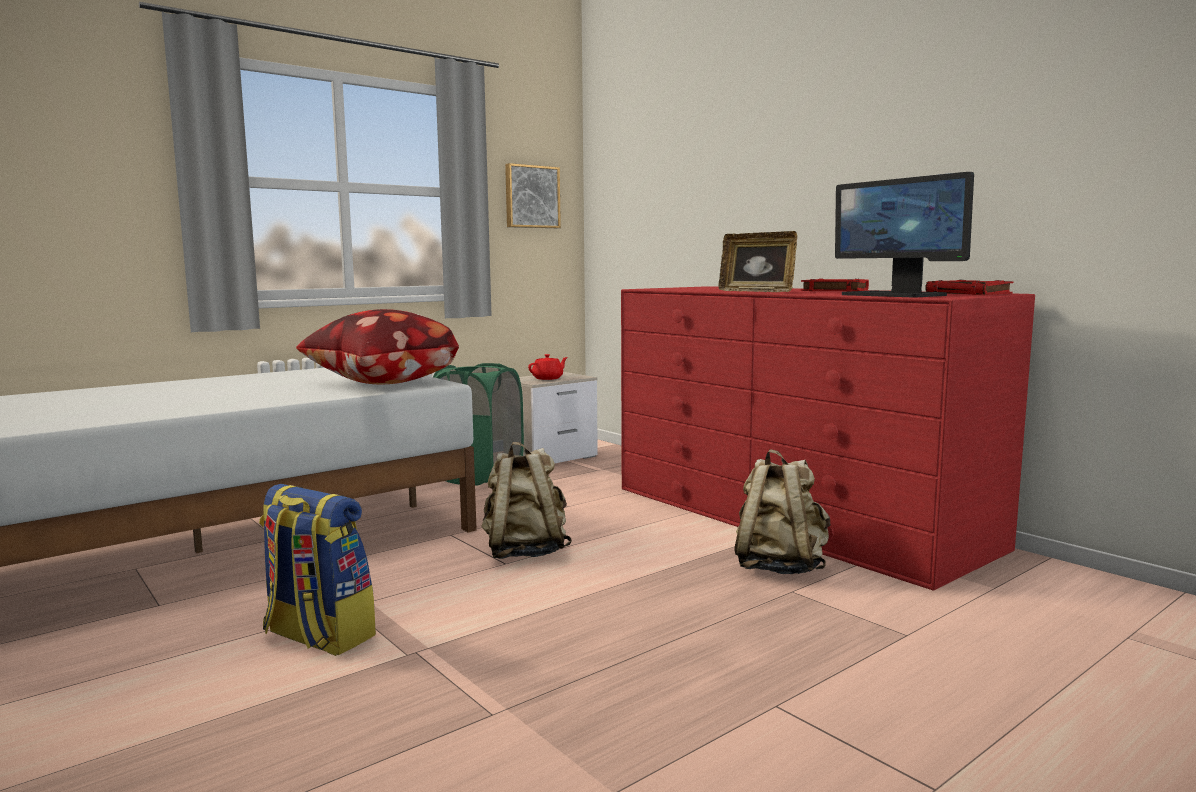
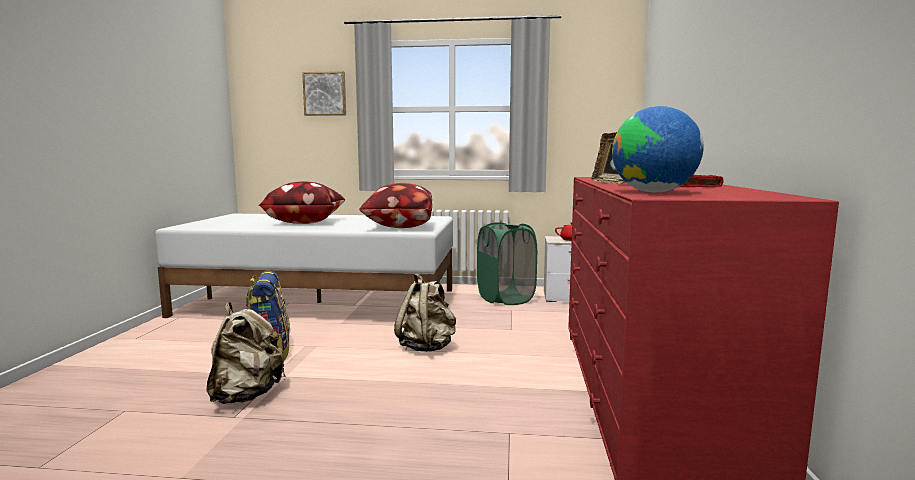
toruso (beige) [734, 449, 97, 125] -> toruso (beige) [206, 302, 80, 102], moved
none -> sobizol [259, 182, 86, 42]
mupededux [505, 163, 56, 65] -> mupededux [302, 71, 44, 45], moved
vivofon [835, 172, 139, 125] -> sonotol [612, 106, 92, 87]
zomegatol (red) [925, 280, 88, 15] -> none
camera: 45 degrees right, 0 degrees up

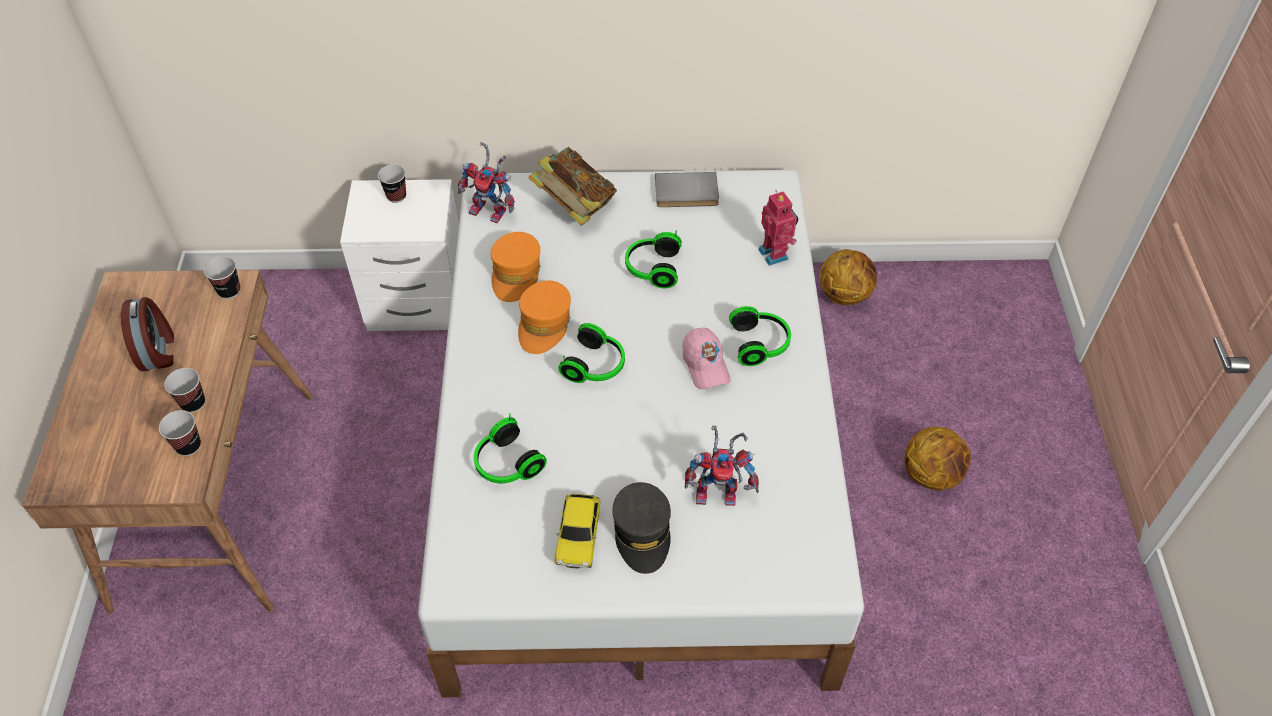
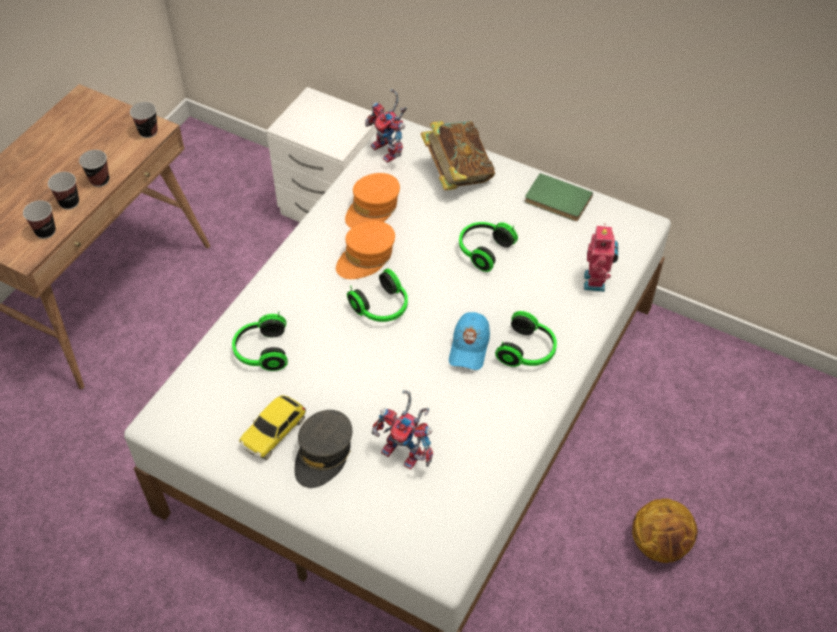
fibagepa [378, 165, 28, 38] -> fibagepa [79, 150, 30, 37], moved
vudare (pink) [683, 328, 48, 62] -> vudare (blue) [449, 312, 41, 58]
zomegatol (grey) [655, 172, 64, 35] -> zomegatol (green) [525, 173, 68, 48]
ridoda [121, 297, 53, 74] -> none
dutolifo [820, 249, 57, 56] -> none
camera: 30 degrees right, 0 degrees up

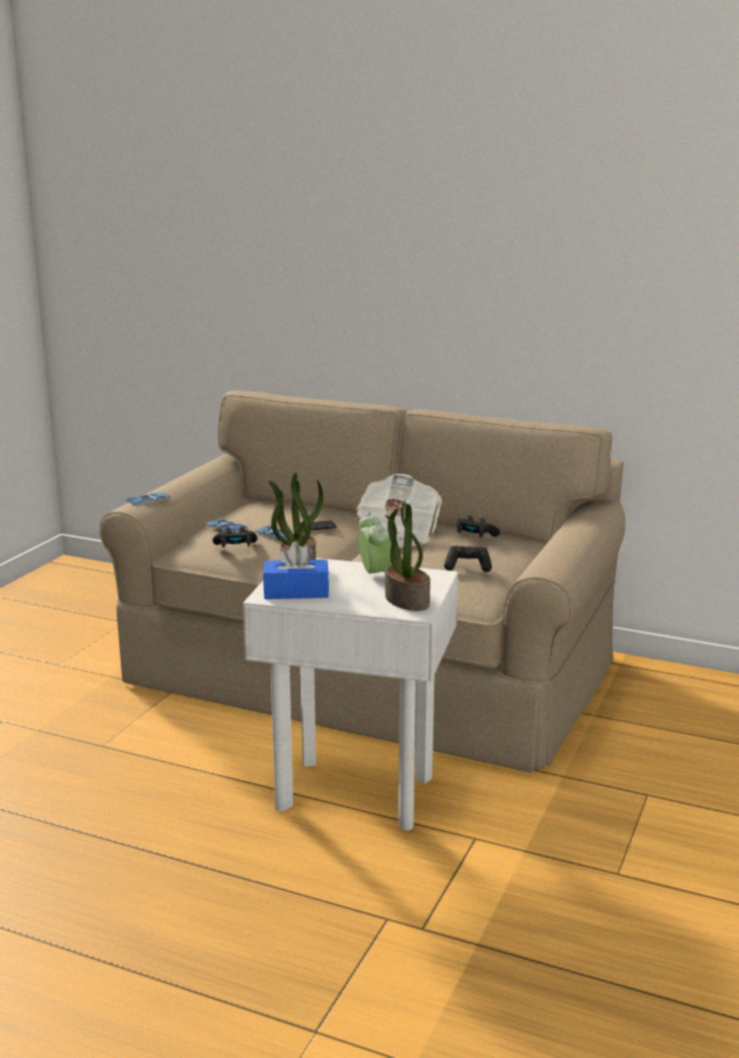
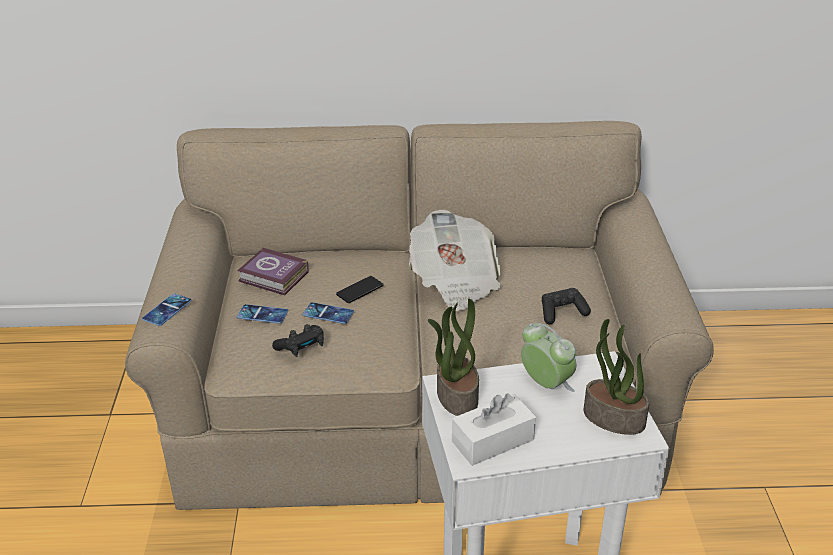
none -> zomegatol [237, 248, 72, 47]
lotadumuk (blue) [263, 542, 66, 57] -> lotadumuk (white) [452, 393, 84, 73]
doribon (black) [457, 515, 43, 23] -> none
camera: 25 degrees left, 15 degrees up

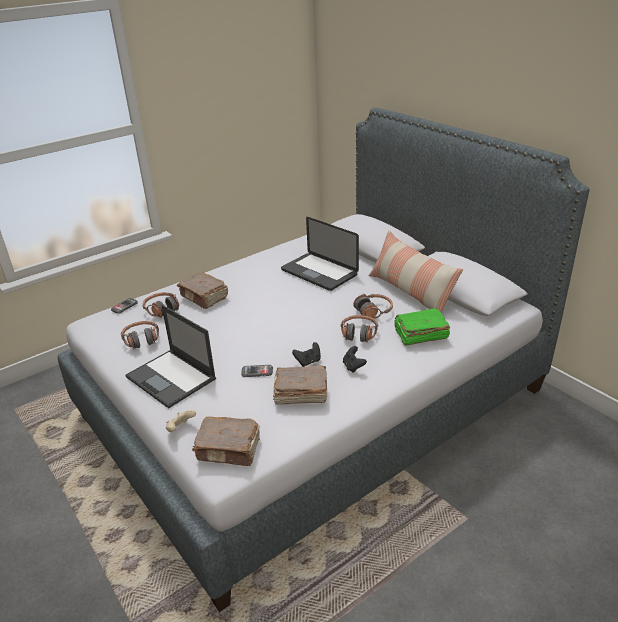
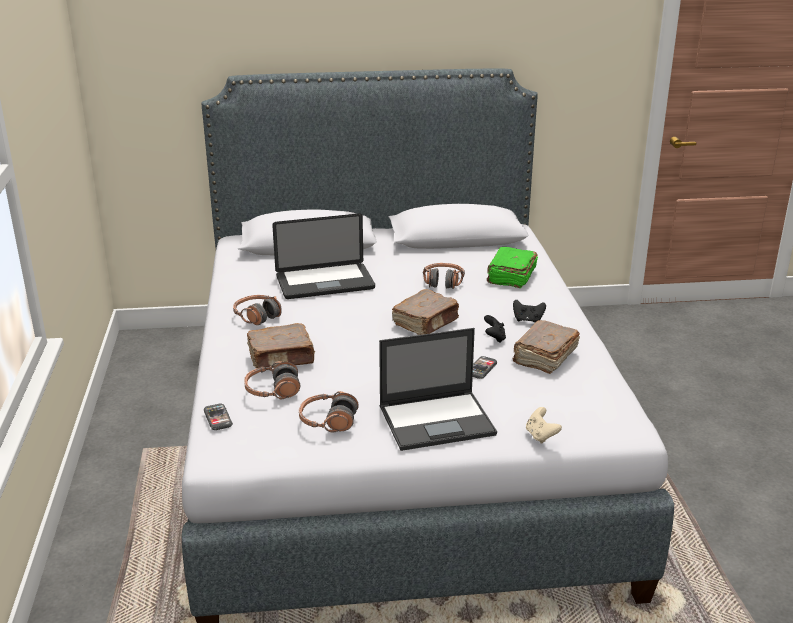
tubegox [341, 315, 37, 28] -> tubegox [233, 295, 49, 30], moved
zomegatol (brown) [192, 417, 68, 49] -> zomegatol (brown) [392, 289, 67, 46], moved
sobizol [369, 231, 94, 82] -> none
camera: 60 degrees left, 5 degrees down

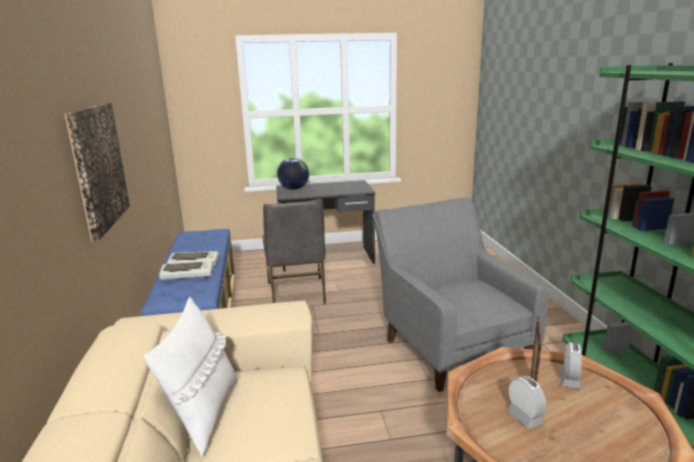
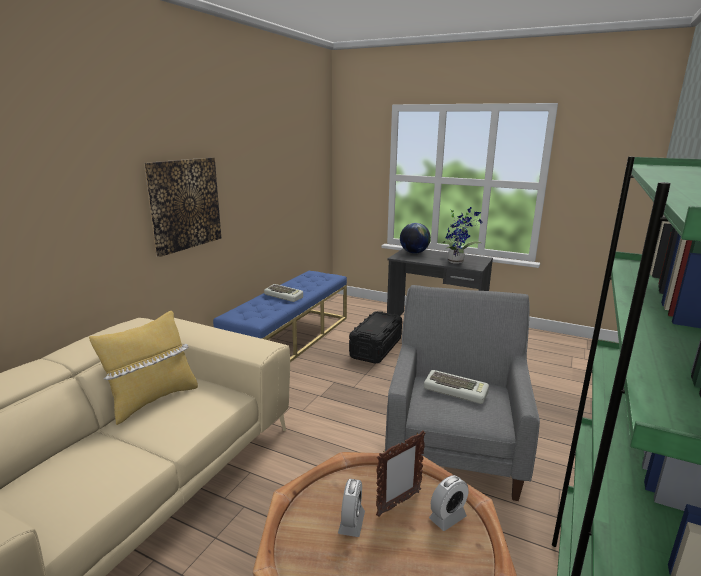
sobizol (white) [144, 297, 94, 160] -> sobizol (yellow) [89, 311, 109, 114]
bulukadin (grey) [263, 199, 63, 105] -> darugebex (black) [349, 311, 53, 52]
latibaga [159, 261, 55, 19] -> latibaga [424, 370, 65, 34], moved
none -> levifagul [442, 207, 40, 57]
camera: 35 degrees right, 0 degrees up

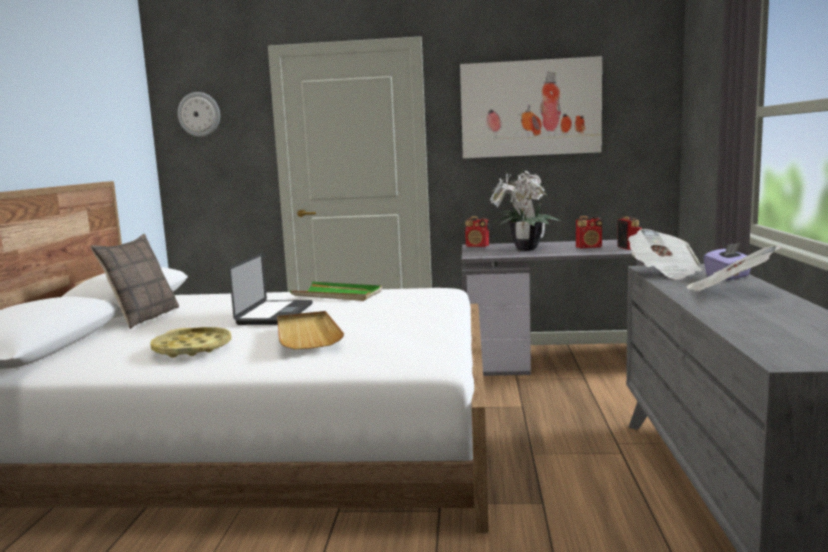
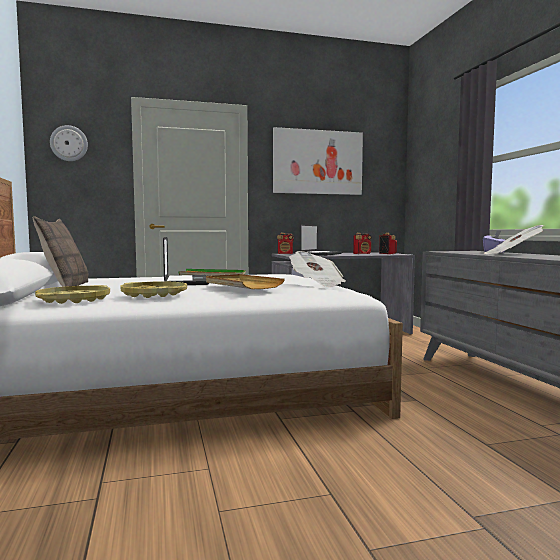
none -> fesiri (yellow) [35, 285, 75, 19]
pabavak [628, 229, 74, 51] -> pabavak [289, 251, 57, 36], moved
levifagul [490, 171, 70, 80] -> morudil [300, 224, 42, 32]
camera: 20 degrees left, 5 degrees down

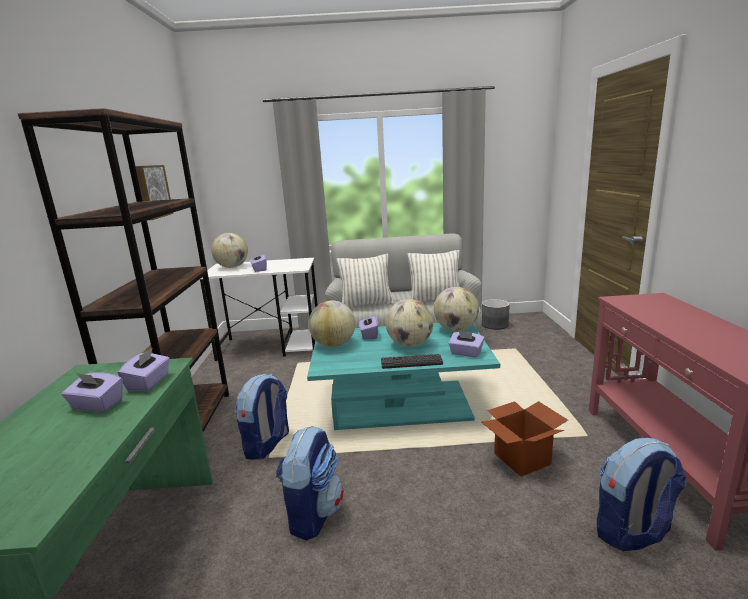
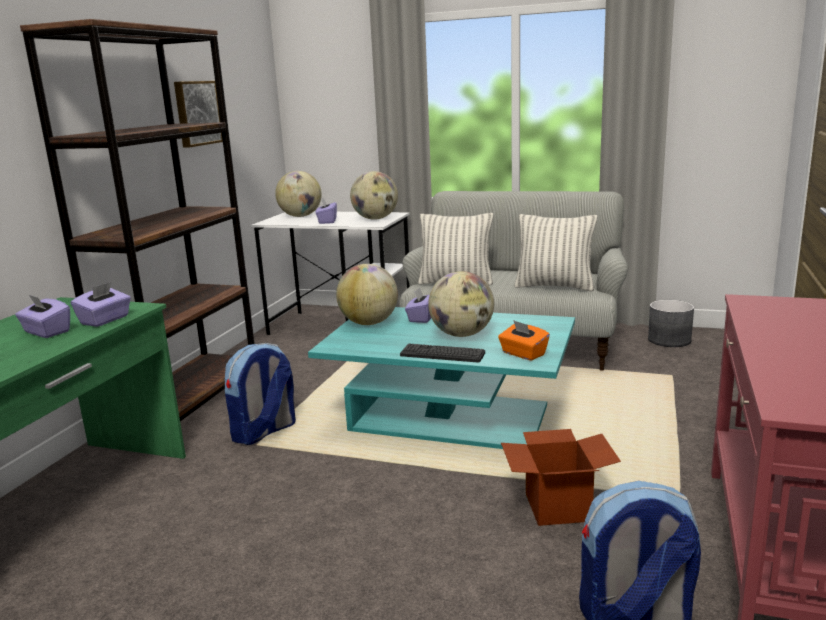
sonotol [434, 287, 45, 44] -> sonotol [350, 171, 48, 49], moved
lotadumuk (purple) [448, 331, 37, 27] -> lotadumuk (orange) [498, 320, 52, 41]
toruso [276, 426, 68, 115] -> none
camera: 20 degrees right, 0 degrees up

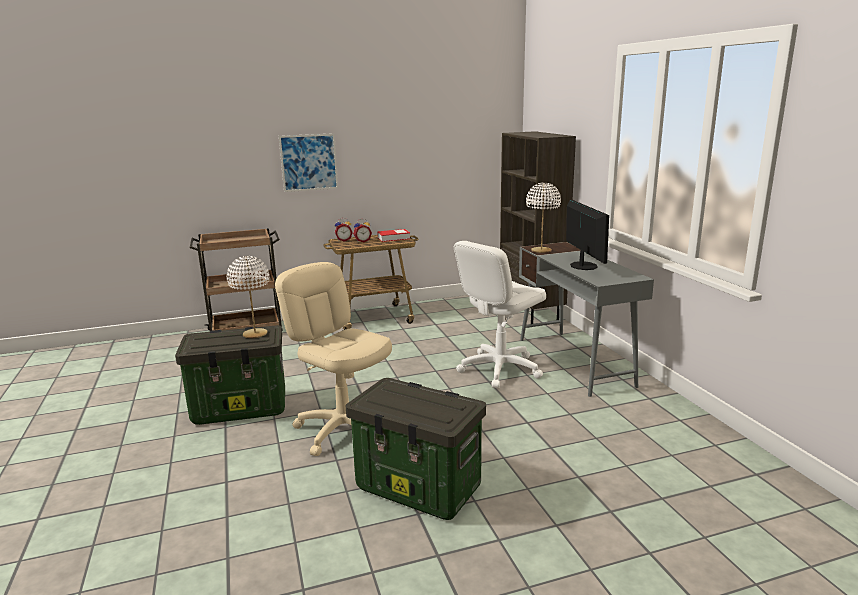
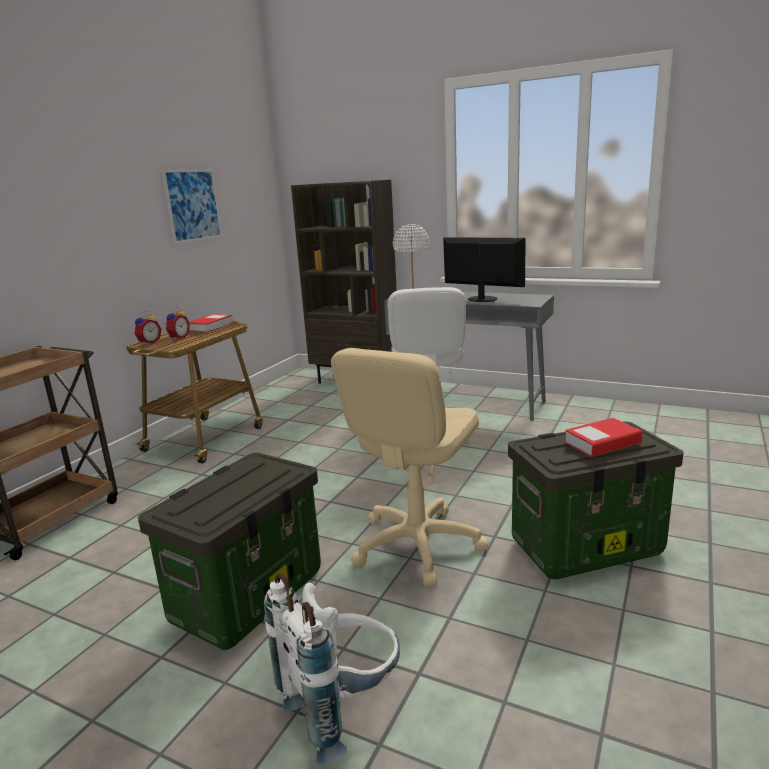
mupededux [279, 133, 59, 59] -> mupededux [162, 169, 60, 75], moved
none -> toruso (white) [264, 573, 136, 192]
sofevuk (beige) [275, 262, 117, 194] -> sofevuk (beige) [331, 348, 158, 239], 60 degrees counterclockwise
none -> zomegatol [565, 418, 77, 39]
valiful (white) [227, 256, 42, 82] -> none
camera: 45 degrees left, 0 degrees up

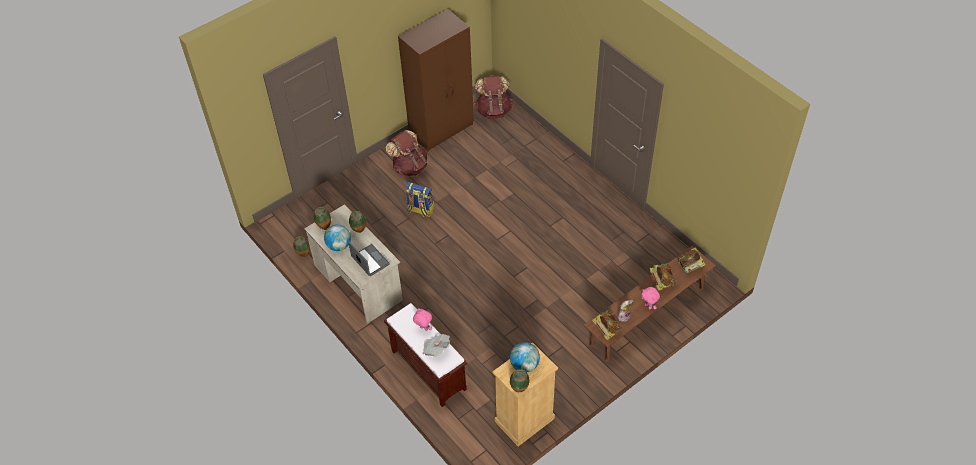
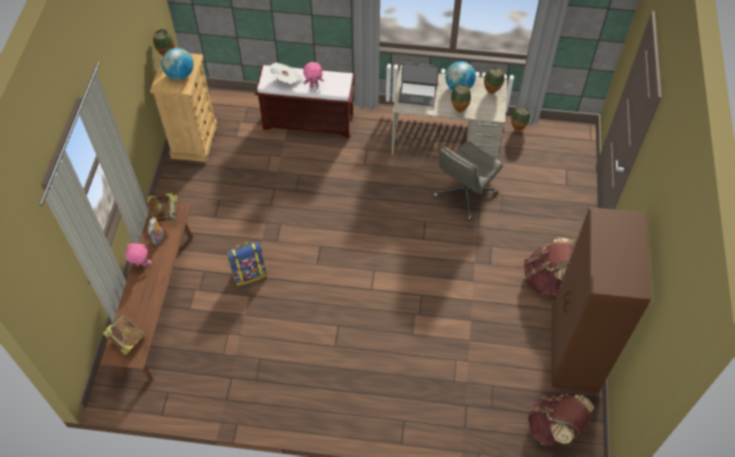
toruso [406, 182, 28, 35] -> toruso [227, 242, 40, 44], moved
none -> sofevuk (grey) [433, 141, 70, 79]
zomegatol [649, 263, 28, 28] -> none
camera: 135 degrees right, 5 degrees up

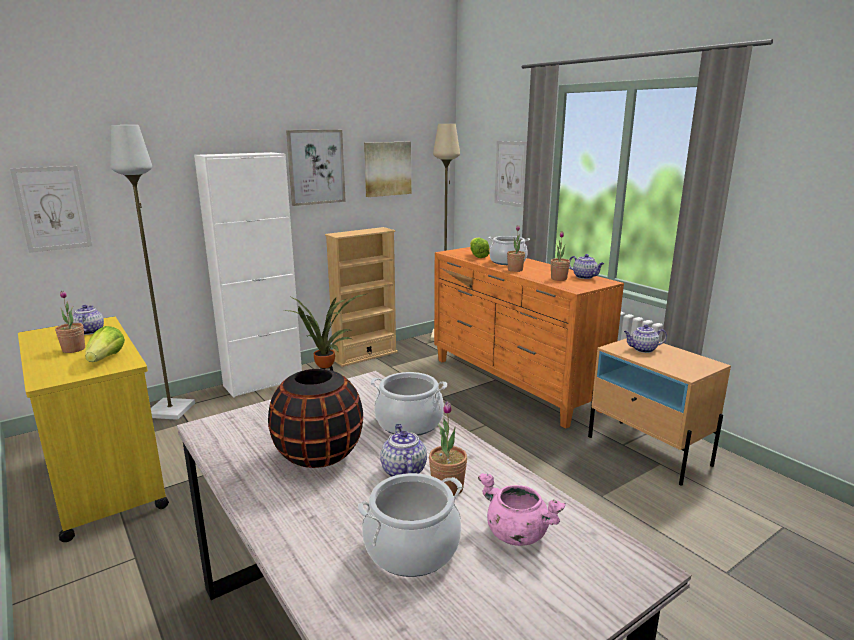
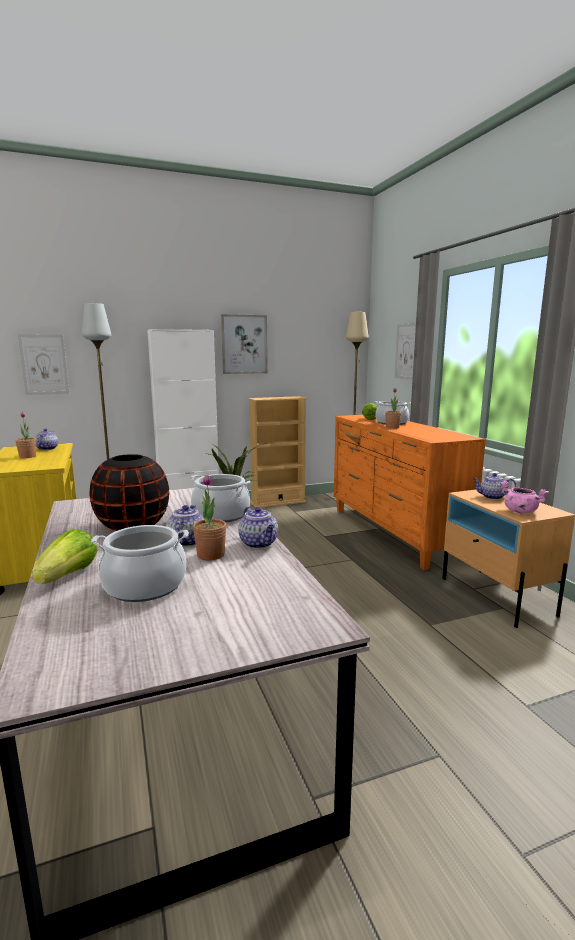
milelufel [85, 326, 40, 36] -> milelufel [32, 529, 66, 55], moved
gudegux [569, 254, 35, 25] -> gudegux [238, 507, 40, 42], moved
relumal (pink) [478, 473, 88, 73] -> relumal (pink) [500, 481, 49, 32], moved
mupededux [364, 142, 47, 55] -> none
levifagul [551, 231, 19, 50] -> none
camera: 15 degrees right, 5 degrees down

